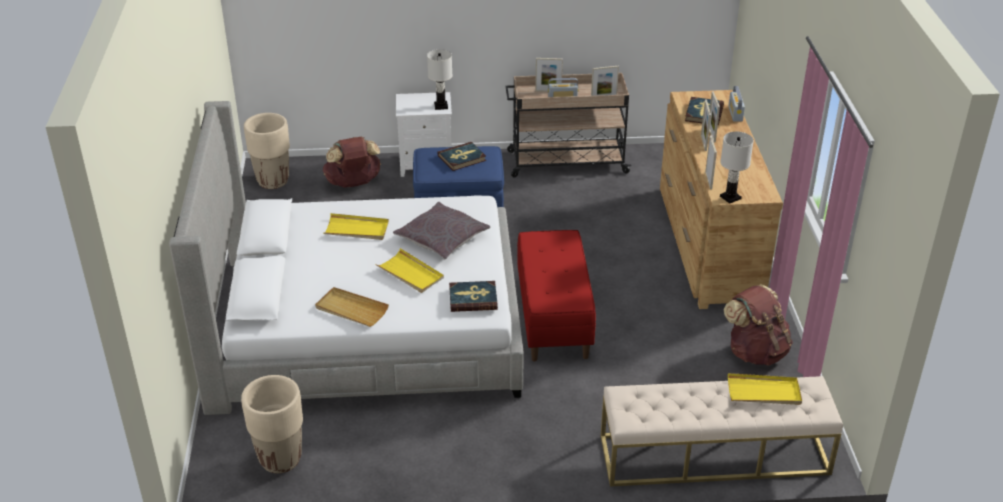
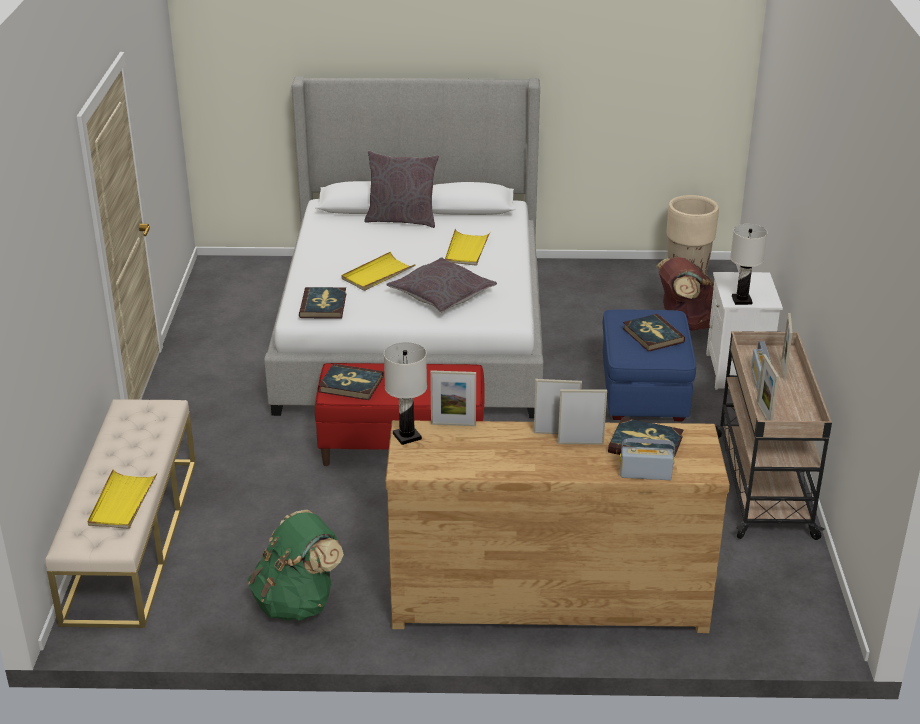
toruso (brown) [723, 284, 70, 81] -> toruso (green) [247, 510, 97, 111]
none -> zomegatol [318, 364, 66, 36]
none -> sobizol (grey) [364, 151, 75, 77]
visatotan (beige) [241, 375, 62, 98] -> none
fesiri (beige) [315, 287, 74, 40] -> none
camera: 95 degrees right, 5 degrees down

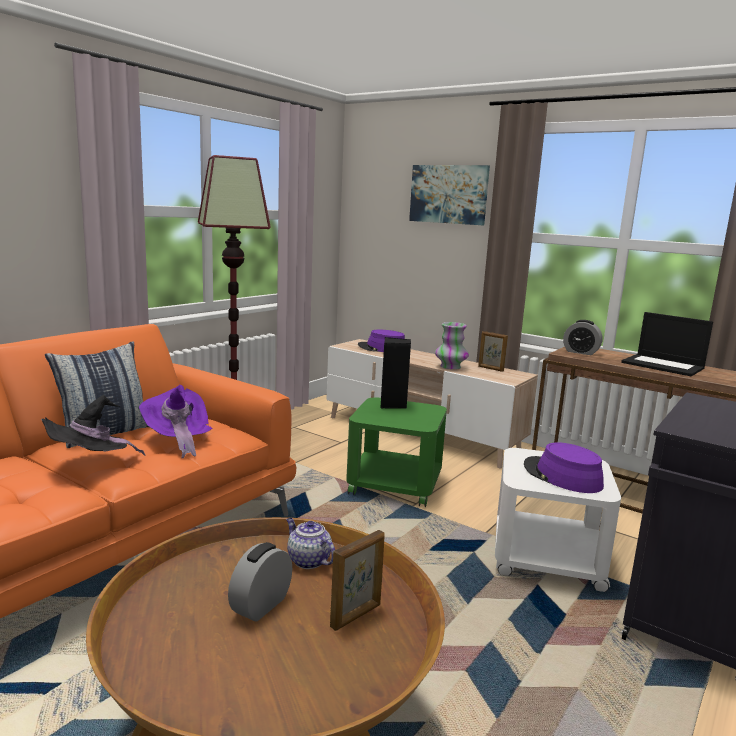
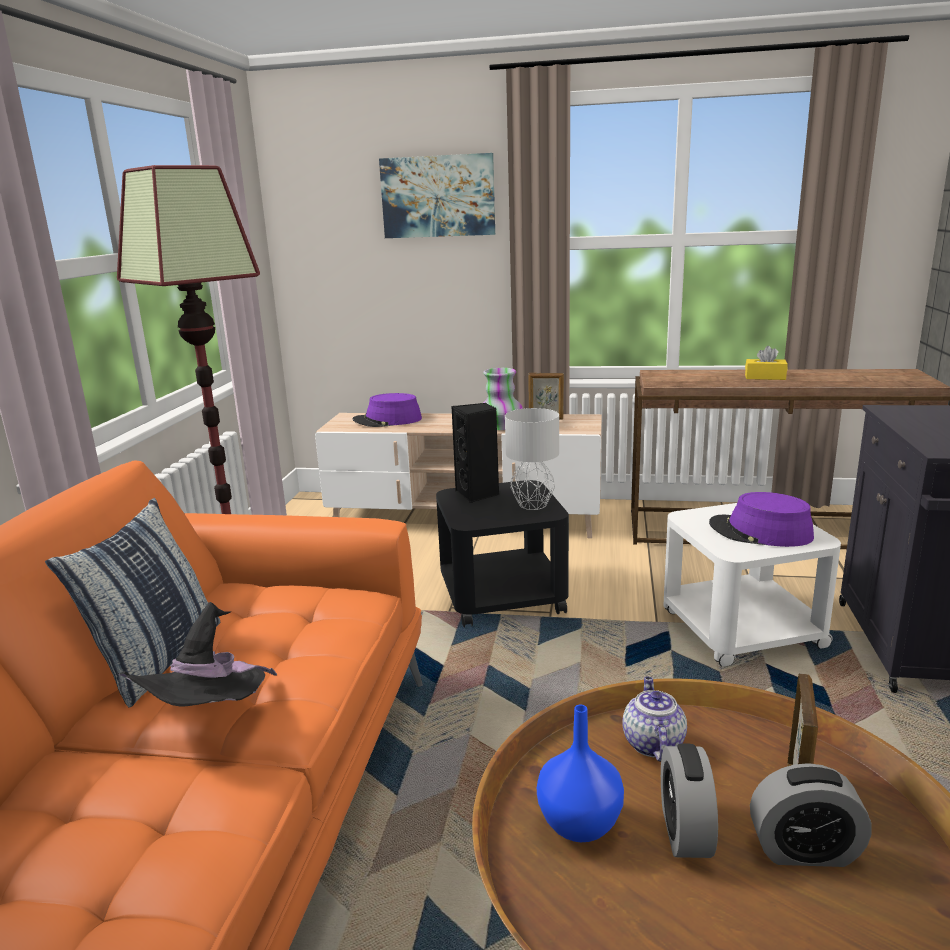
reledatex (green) [346, 397, 101, 110] -> reledatex (black) [436, 480, 133, 148]
none -> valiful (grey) [505, 408, 54, 102]
none -> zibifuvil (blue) [537, 705, 87, 137]
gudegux [286, 518, 49, 51] -> gudegux [622, 677, 65, 85], 75 degrees clockwise
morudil [621, 312, 92, 64] -> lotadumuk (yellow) [745, 346, 43, 34]
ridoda [563, 320, 40, 35] -> ridoda [750, 763, 122, 104], moved
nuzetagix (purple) [139, 385, 73, 73] -> none
camera: 25 degrees left, 5 degrees up

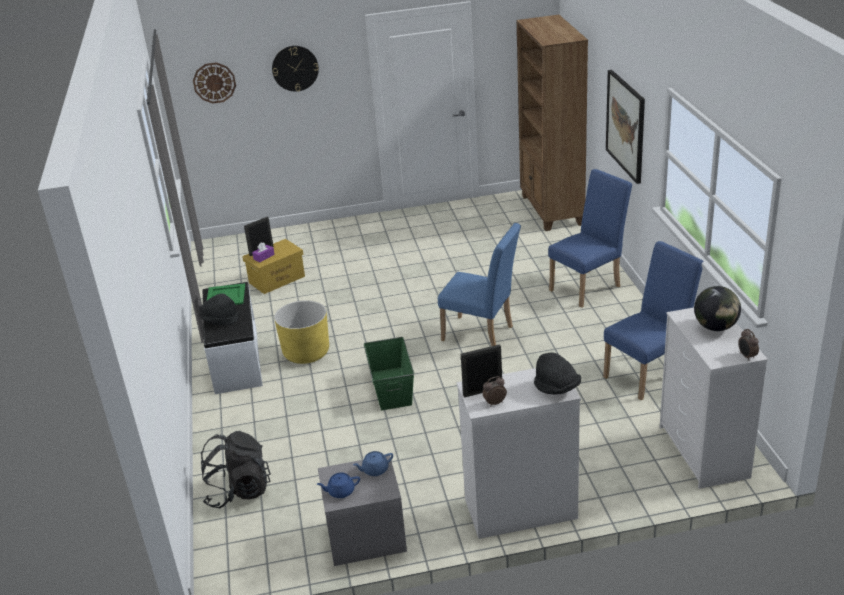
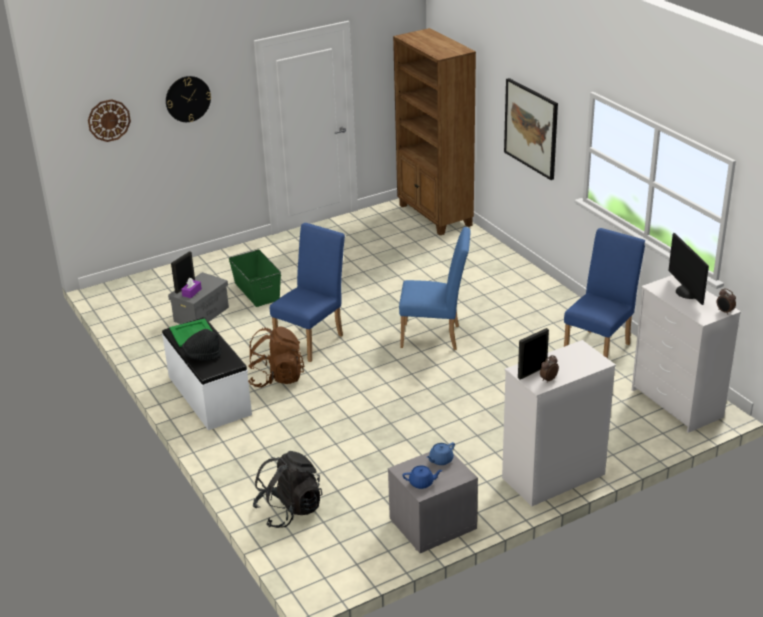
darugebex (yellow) [242, 239, 63, 55] -> darugebex (grey) [168, 272, 61, 52]
darugebex (green) [364, 337, 50, 73] -> darugebex (green) [228, 249, 53, 58], moved
visatotan (yellow) [274, 300, 55, 64] -> toruso (brown) [248, 327, 56, 61]
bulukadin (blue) [548, 169, 84, 138] -> bulukadin (blue) [270, 223, 75, 139], moved
gudegux (blue) [317, 473, 43, 25] -> gudegux (blue) [402, 466, 40, 23], 150 degrees counterclockwise
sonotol [694, 286, 47, 45] -> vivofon [668, 233, 41, 72]
nuzetagix (black) [534, 353, 47, 42] -> none
camera: 20 degrees left, 0 degrees up

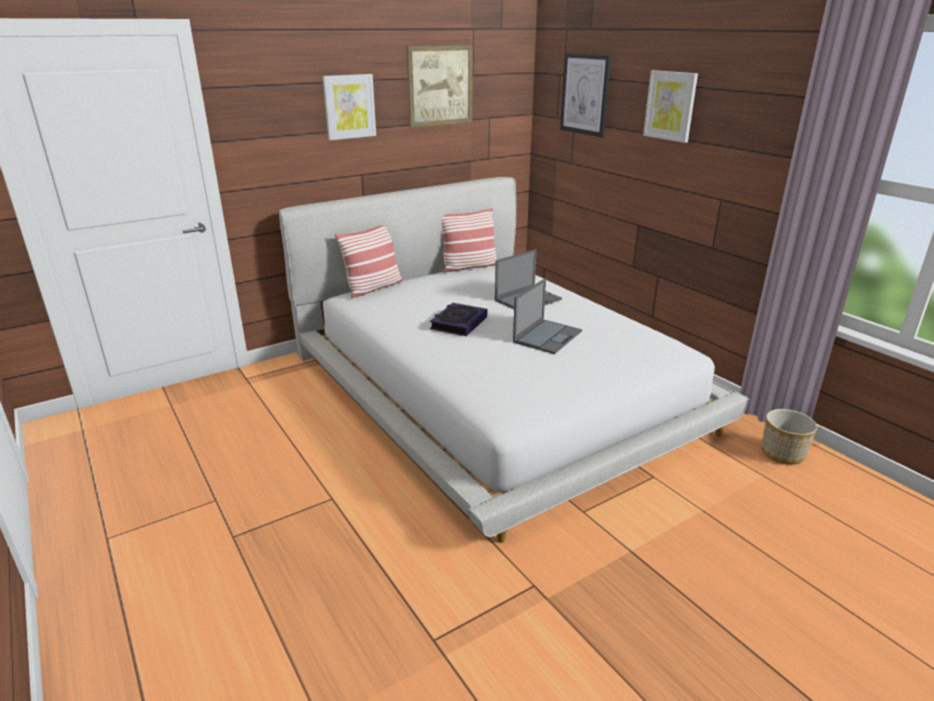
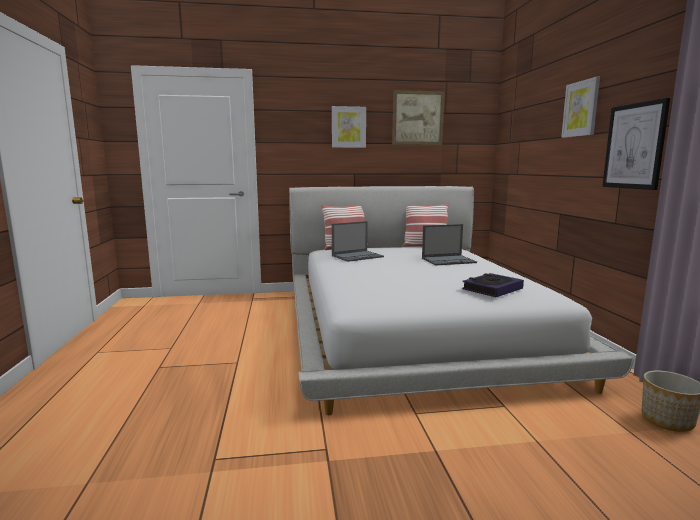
morudil [513, 278, 69, 76] -> morudil [332, 221, 52, 41], moved
zomegatol [430, 303, 57, 33] -> zomegatol [462, 273, 62, 24], moved
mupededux [560, 53, 51, 84] -> mupededux [602, 98, 68, 92], moved
camera: 25 degrees right, 15 degrees down

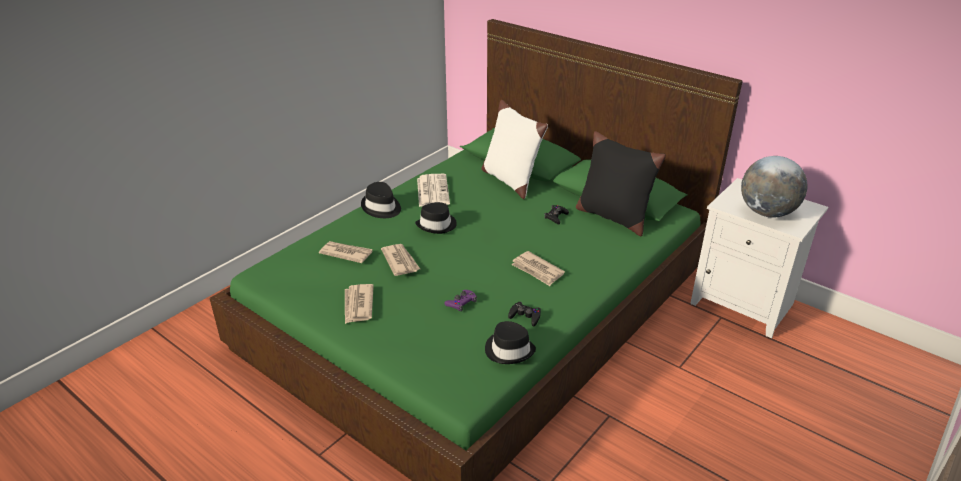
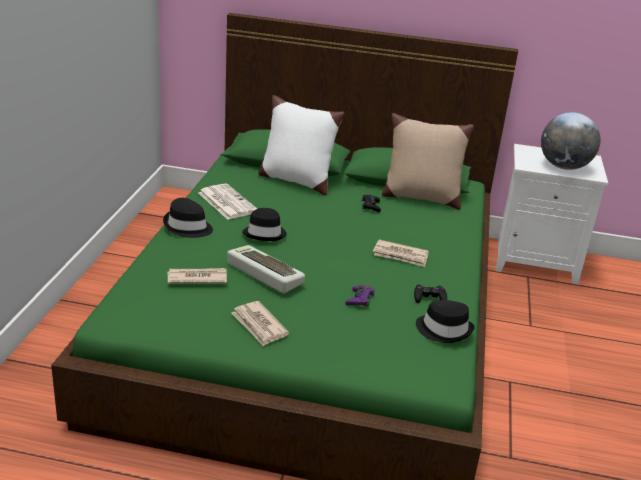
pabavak [381, 244, 39, 32] -> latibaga [227, 245, 78, 48]
sobizol (black) [576, 131, 90, 106] -> sobizol (beige) [382, 113, 92, 97]
camera: 30 degrees left, 5 degrees down

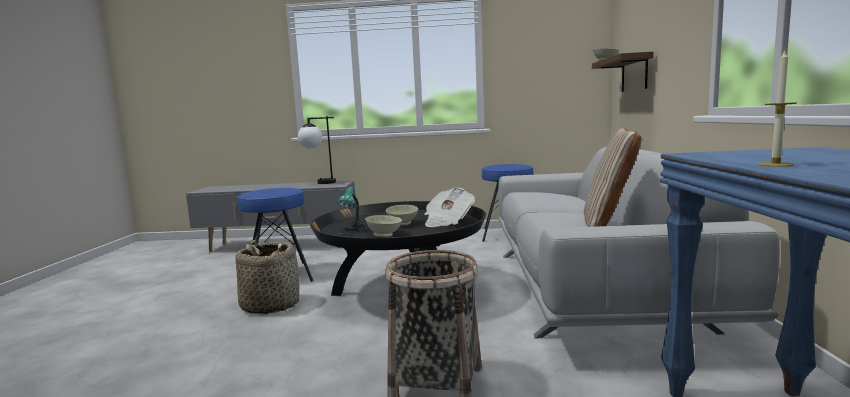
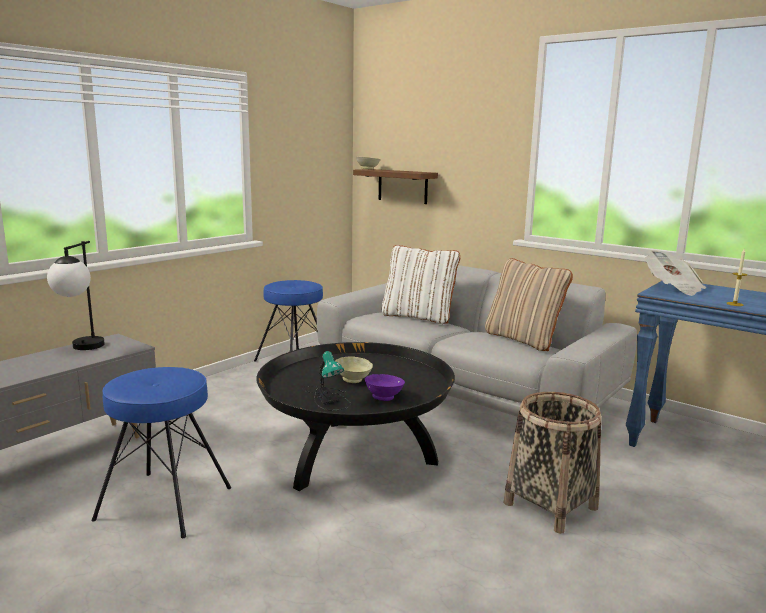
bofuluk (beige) [365, 215, 37, 22] -> bofuluk (purple) [365, 374, 40, 27]
none -> sobizol (white) [382, 245, 78, 79]
pabavak [425, 187, 50, 40] -> pabavak [645, 251, 61, 45], moved
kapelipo [235, 240, 64, 74] -> none
camera: 55 degrees left, 5 degrees up

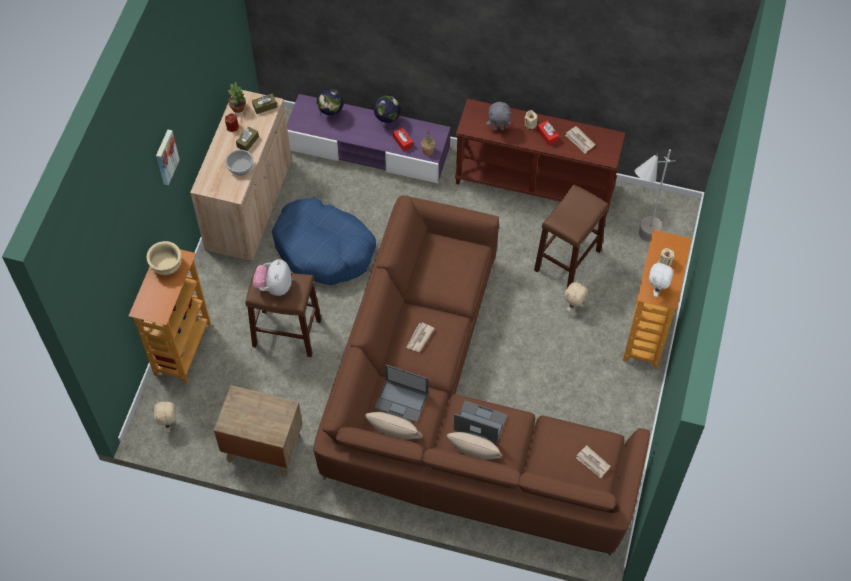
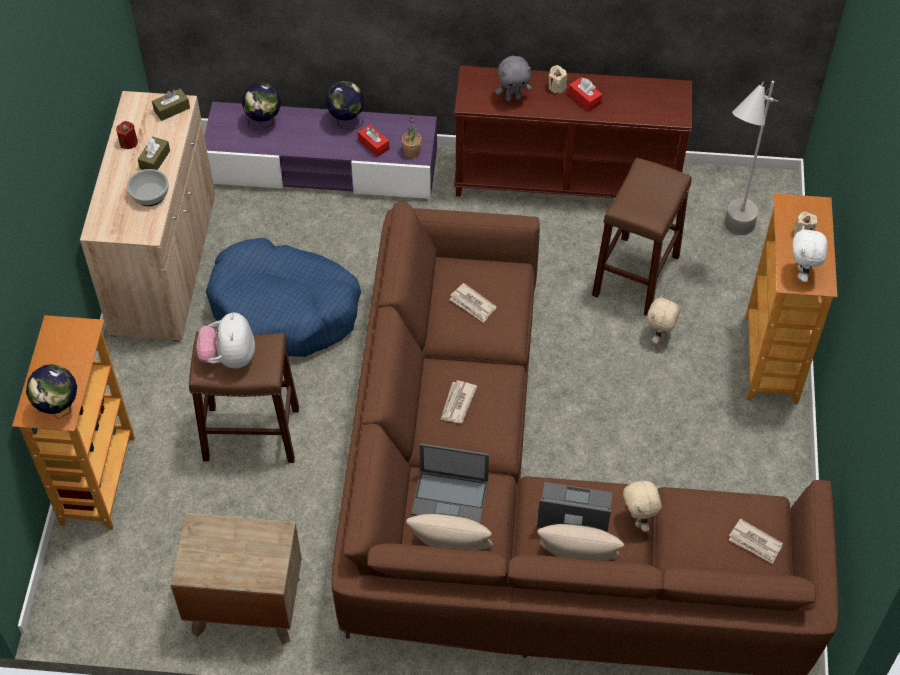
none -> sonotol [26, 364, 51, 55]
pabavak [565, 126, 30, 27] -> pabavak [449, 283, 48, 40], moved
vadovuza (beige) [154, 400, 22, 33] -> vadovuza (beige) [623, 480, 39, 52], moved
bofuluk (beige) [147, 241, 34, 34] -> none
mupededux [156, 130, 24, 55] -> none
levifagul [228, 82, 18, 31] -> none
camera: 10 degrees left, 5 degrees down

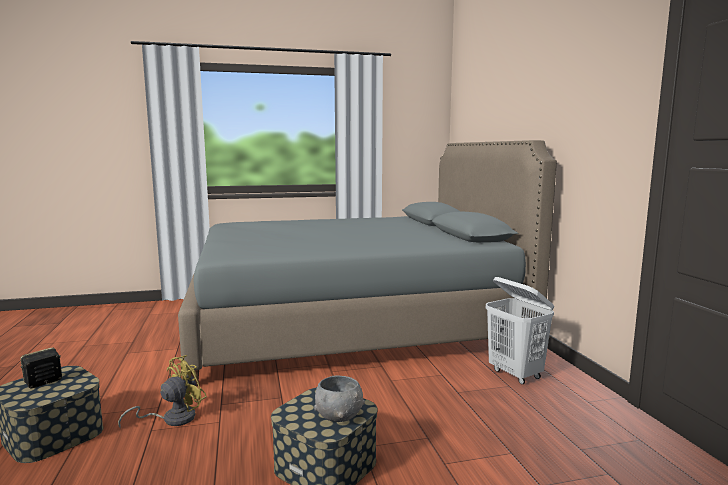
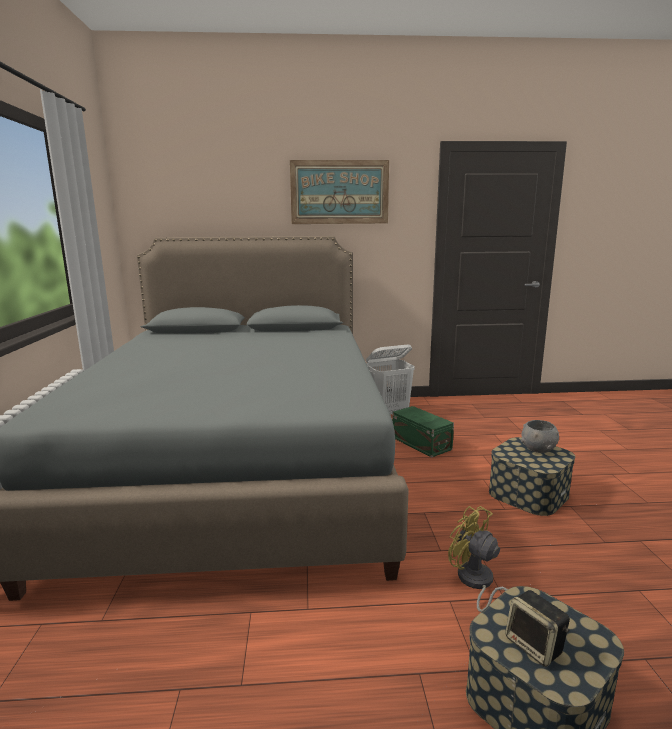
none -> mupededux [290, 160, 99, 64]
none -> darugebex (green) [392, 406, 62, 52]
camera: 80 degrees left, 5 degrees up

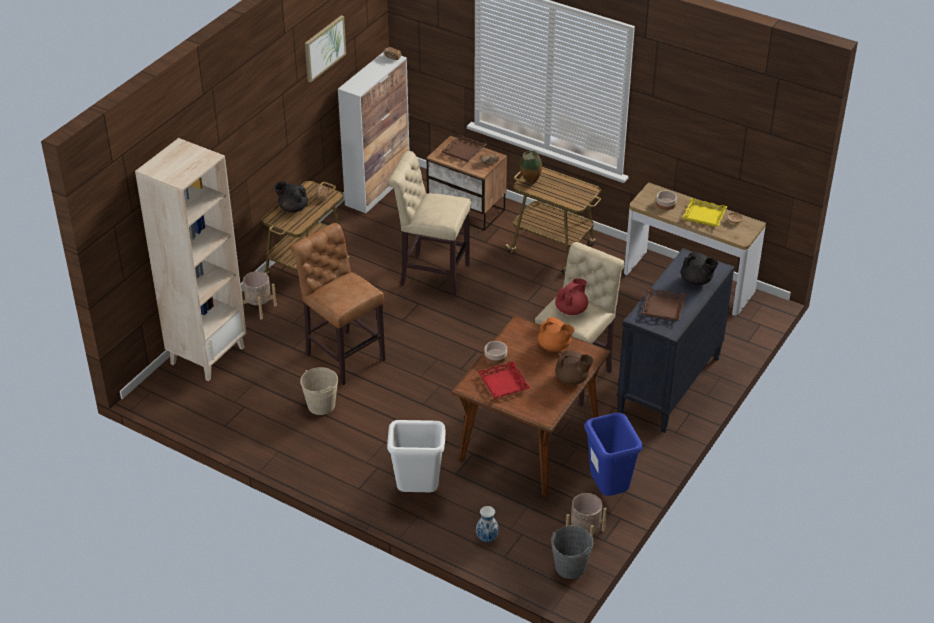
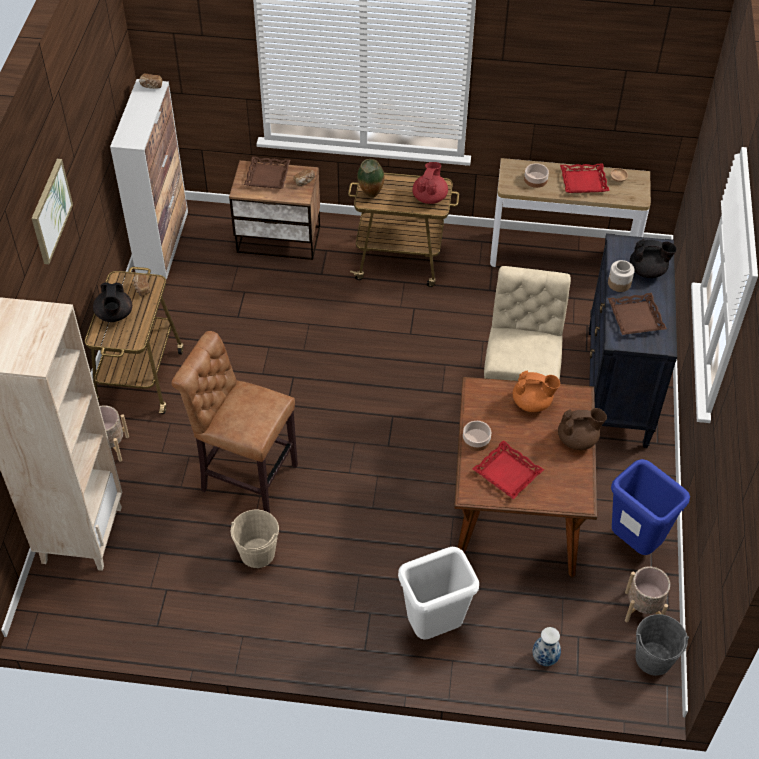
mupededux [305, 15, 41, 68] -> mupededux [31, 159, 42, 105], moved
gudegux (black) [274, 181, 34, 32] -> gudegux (black) [93, 282, 39, 40], 90 degrees counterclockwise
gudegux (red) [555, 278, 33, 37] -> gudegux (red) [412, 162, 36, 42], moved
fesiri (yellow) [682, 198, 46, 29] -> fesiri (red) [560, 164, 50, 29]
none -> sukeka [608, 260, 27, 32]
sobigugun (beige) [388, 151, 83, 146] -> none
camera: 25 degrees left, 10 degrees up

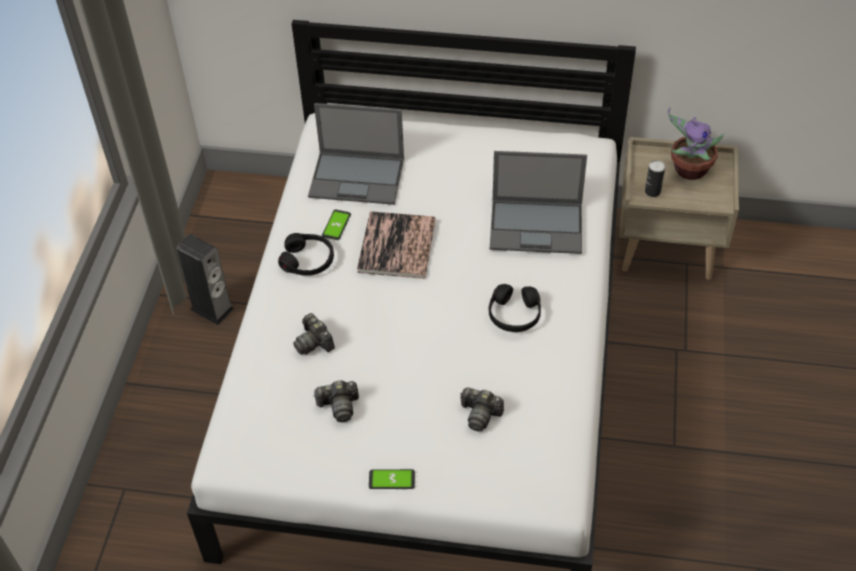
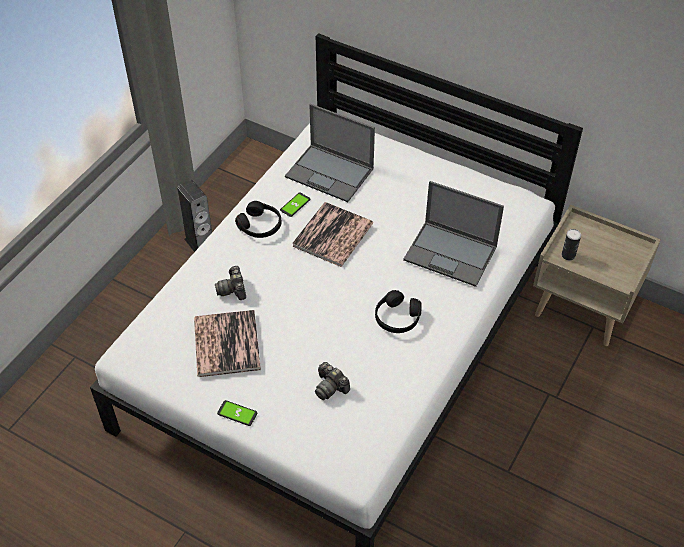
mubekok [313, 380, 46, 42] -> zomegatol [194, 310, 67, 67]
levifagul [668, 108, 56, 72] -> none
camera: 20 degrees right, 0 degrees up

